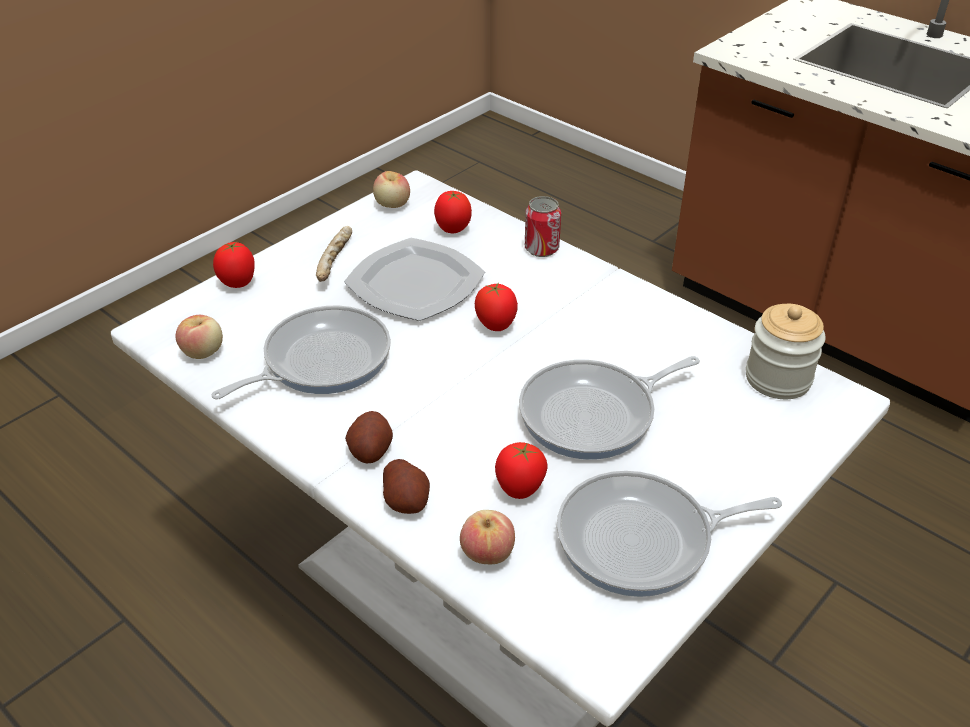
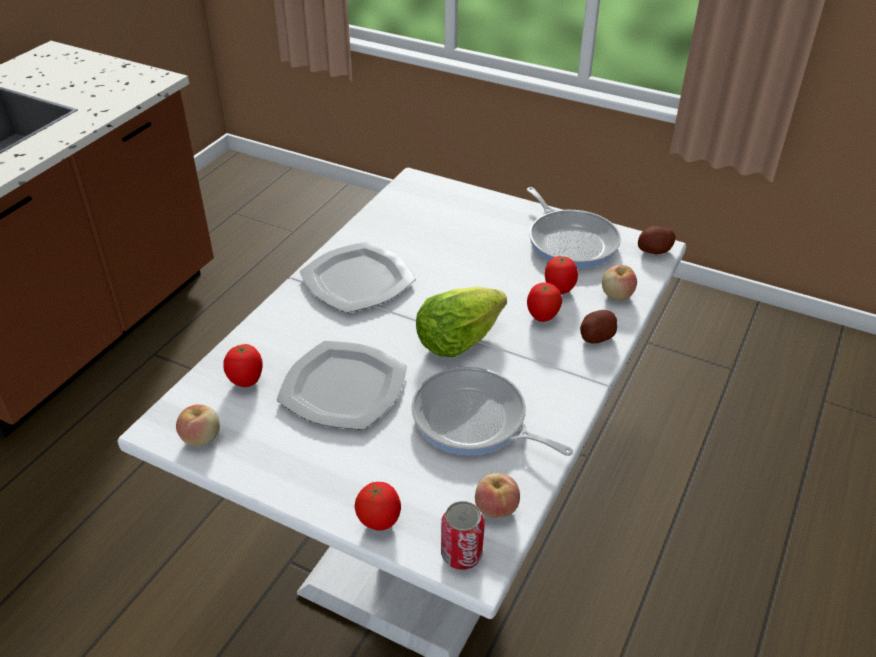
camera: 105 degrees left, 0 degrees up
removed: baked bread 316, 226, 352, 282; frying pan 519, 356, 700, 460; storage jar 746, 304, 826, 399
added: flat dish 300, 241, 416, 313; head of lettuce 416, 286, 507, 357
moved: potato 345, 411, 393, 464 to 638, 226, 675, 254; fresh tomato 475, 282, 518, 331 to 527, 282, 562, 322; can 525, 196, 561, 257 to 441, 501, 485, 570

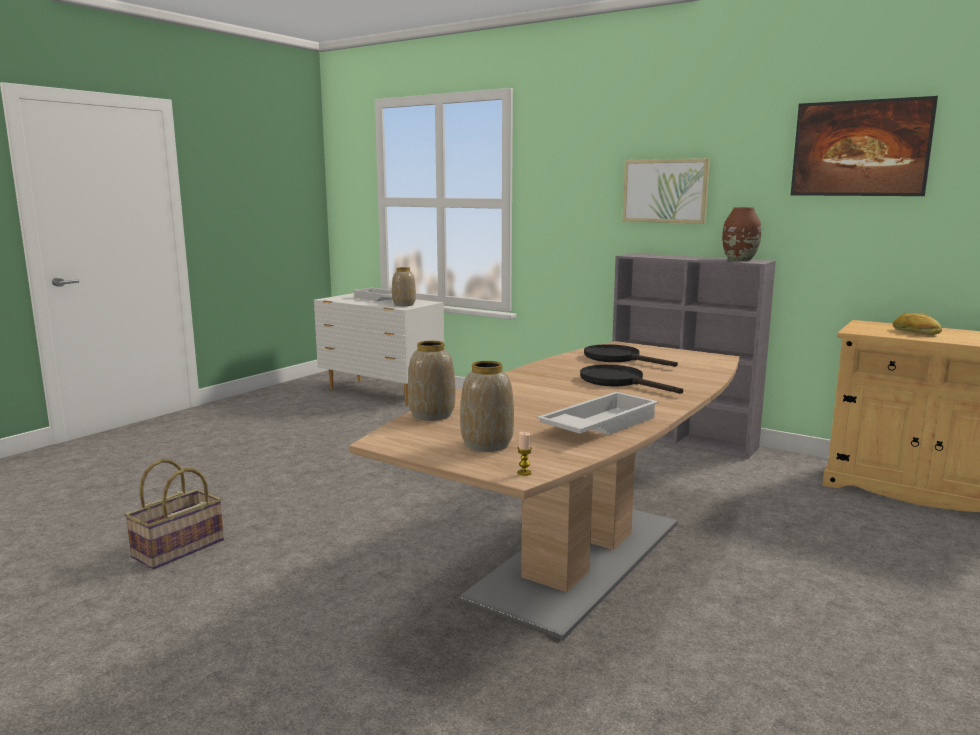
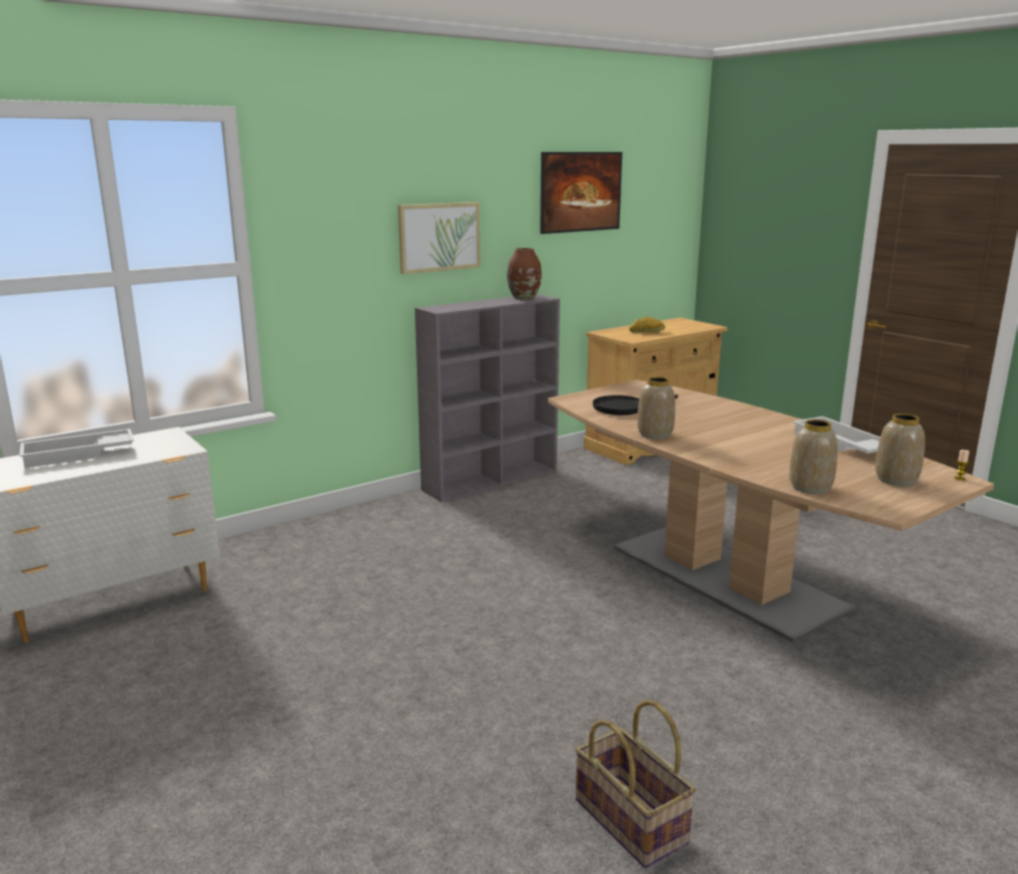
camera: 70 degrees left, 5 degrees up
removed: blackish frying pan 580, 365, 683, 394
moved: decorative vase 392, 267, 416, 306 to 637, 377, 675, 439

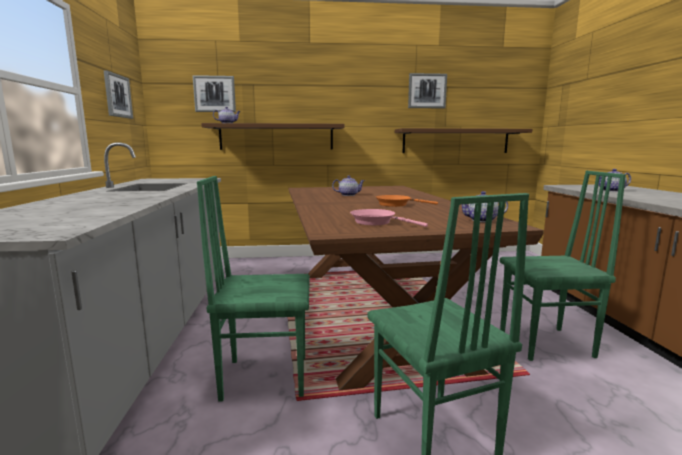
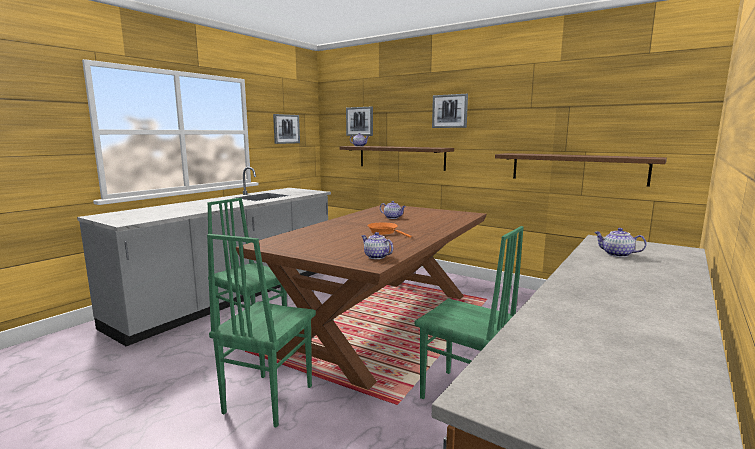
camera: 40 degrees right, 0 degrees up
removed: pink frying pan 350, 209, 428, 227
moved: picture 408, 73, 447, 108 to 432, 94, 468, 128

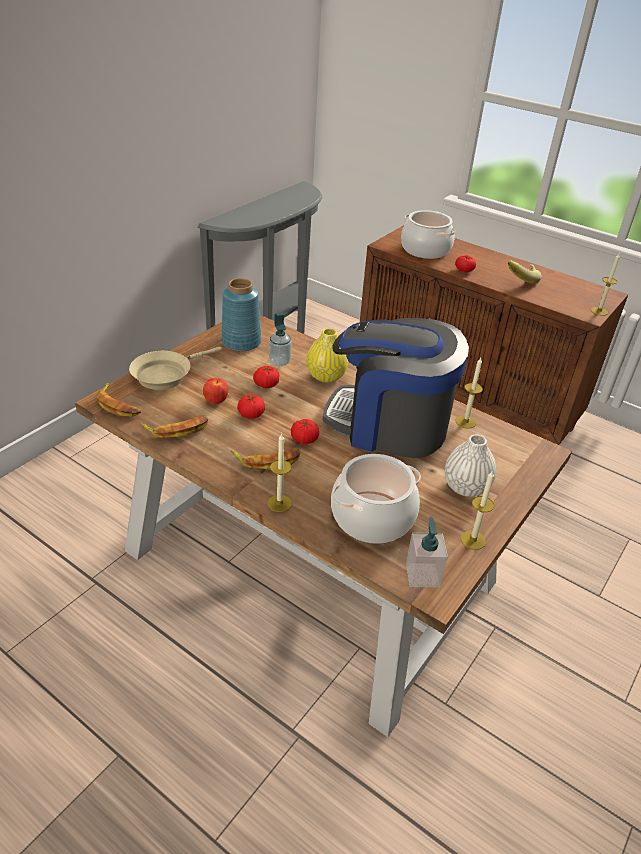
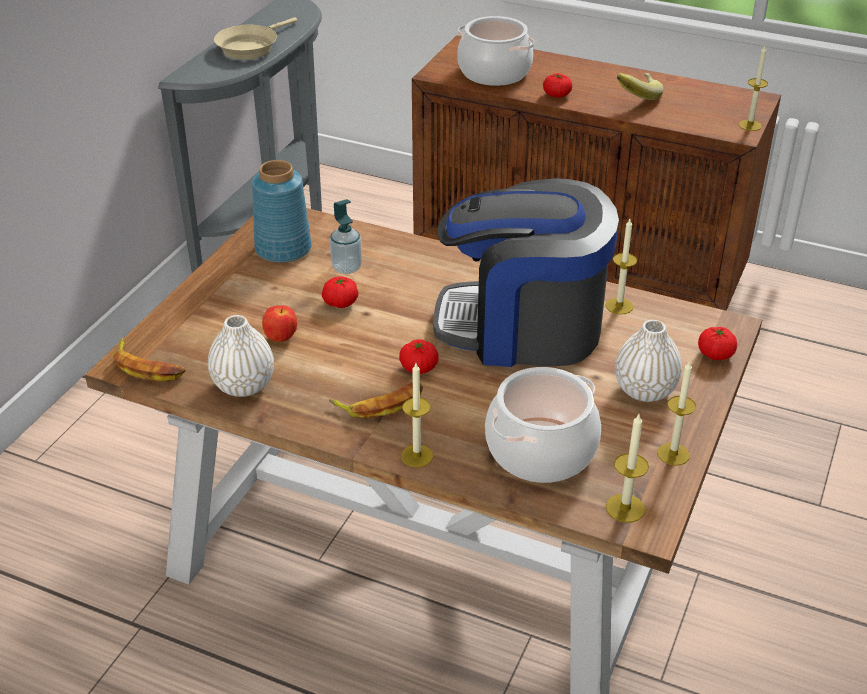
camera: 10 degrees left, 0 degrees up
removed: yellowish decorative vase 307, 328, 348, 383
moved: sand-coloured frying pan 129, 347, 222, 390 to 214, 17, 297, 60; fresh tomato 237, 395, 265, 419 to 698, 327, 737, 360
replaced: whole banana 140, 415, 208, 439 to white-coloured decorative vase 208, 315, 274, 397; liquid soap bottle 406, 517, 448, 587 to candle 606, 414, 649, 523

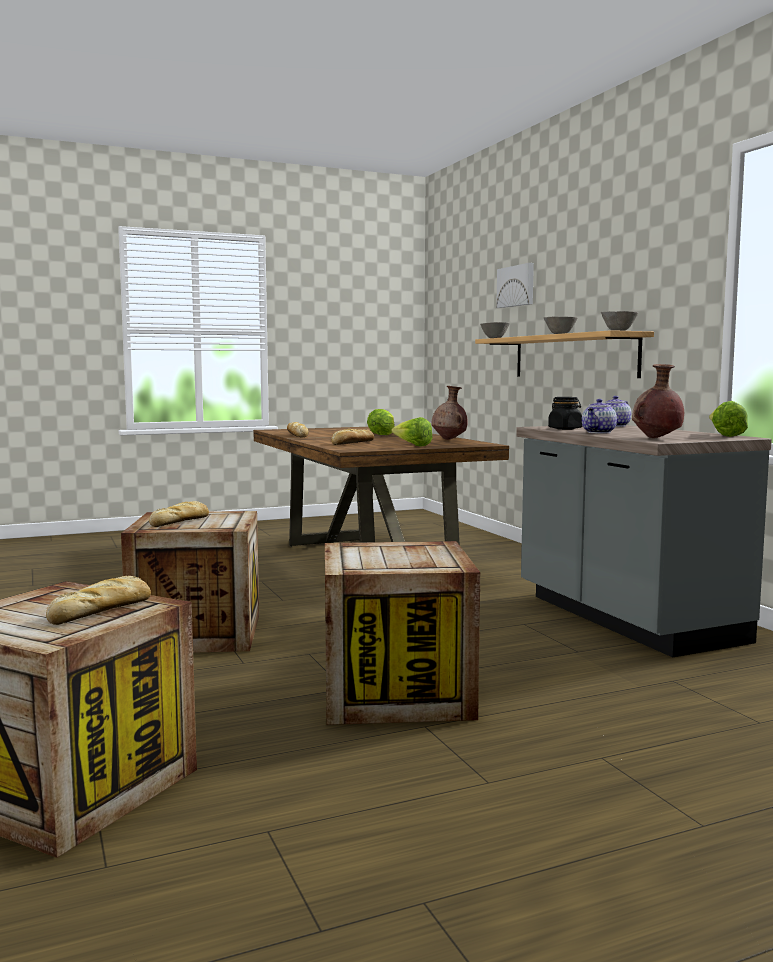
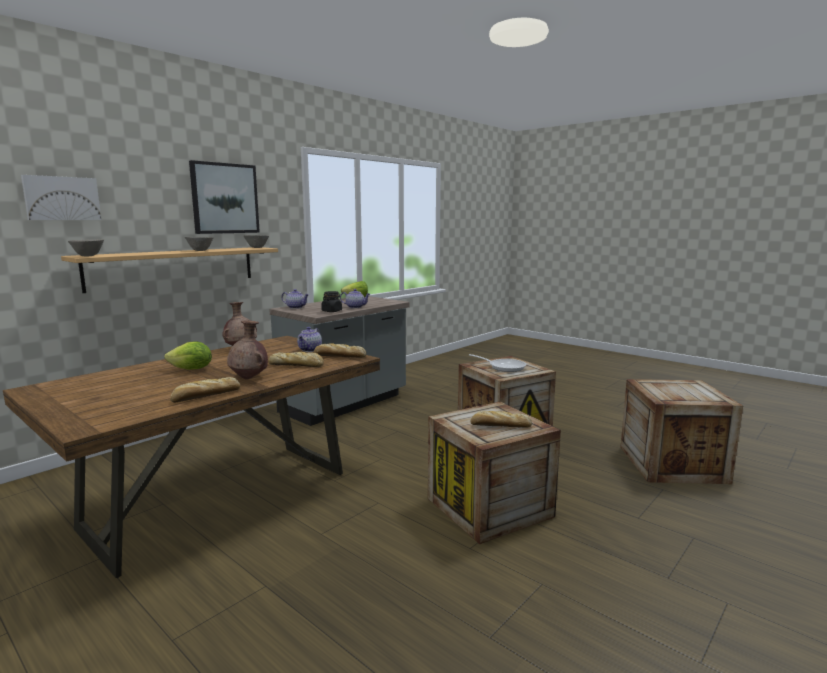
camera: 115 degrees left, 5 degrees up
added: picture 189, 160, 260, 234; frying pan 469, 354, 526, 372
moved: baked bread 46, 576, 151, 625 to 313, 343, 366, 358; brown-coloured decorative vase 632, 364, 684, 438 to 227, 321, 268, 379
replaced: head of lettuce 392, 417, 432, 447 to teapot 297, 327, 322, 352

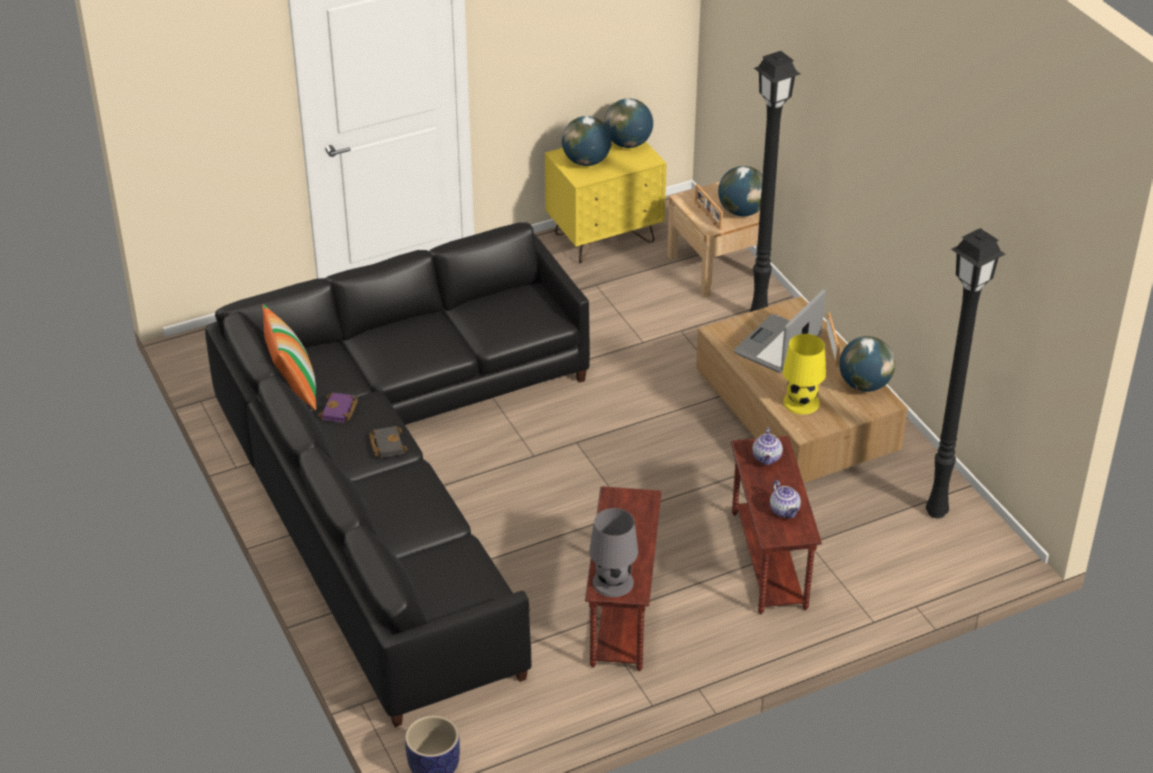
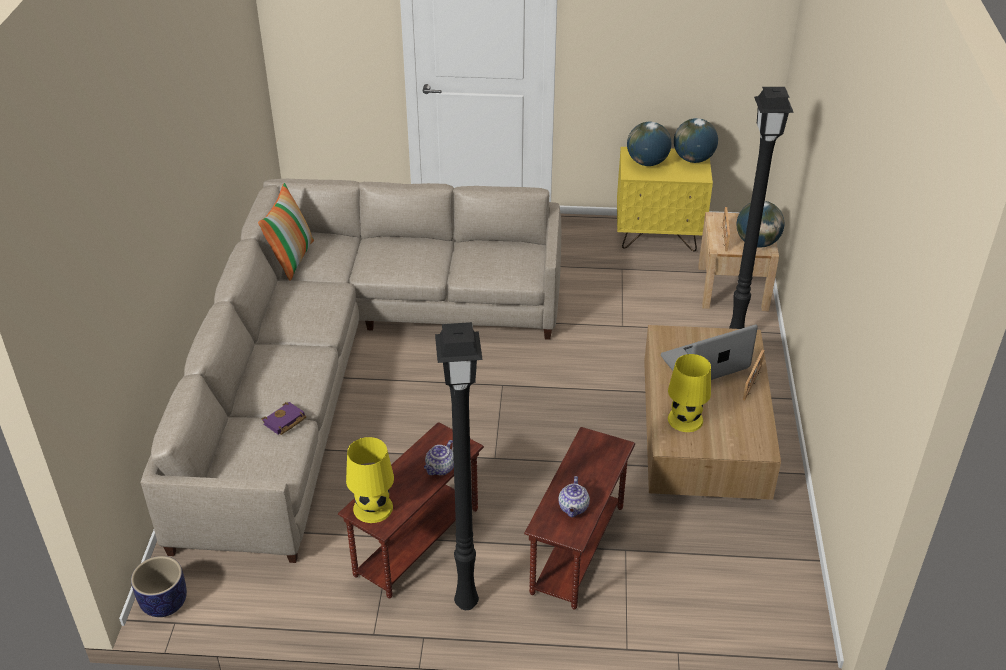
camera: 30 degrees right, 0 degrees up
removed: blackish volume 369, 426, 408, 458; desk globe 839, 336, 895, 392
moved: purplish volume 318, 393, 358, 423 to 262, 402, 306, 435; teapot 752, 427, 783, 465 to 424, 440, 454, 475; blackish standard lamp 926, 228, 1005, 518 to 435, 322, 483, 610
recoloured: blackish settee 205, 222, 590, 727 to sand-coloured settee 141, 179, 561, 563; greyish table lamp 589, 508, 638, 597 to yellowish table lamp 346, 437, 394, 523

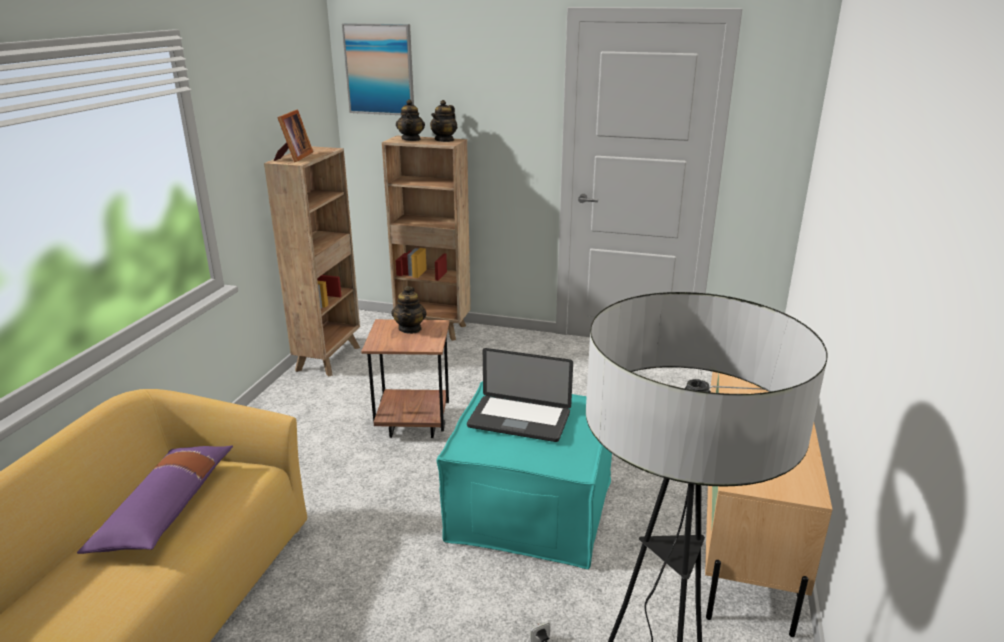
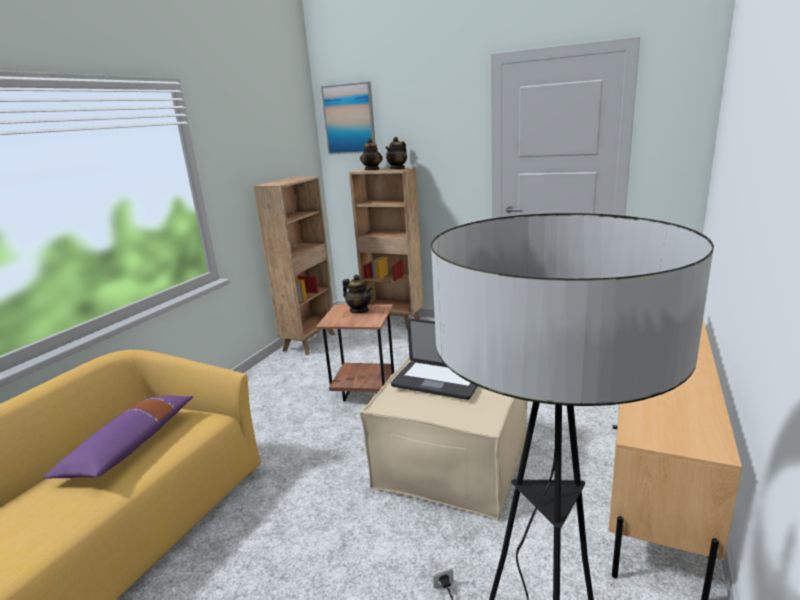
camera: 10 degrees right, 5 degrees down
removed: photo frame 274, 109, 313, 162
recoloured: blue-green ottoman 436, 381, 612, 569 to sand-coloured ottoman 360, 357, 527, 520
turned: teapot 391, 286, 427, 334 = 342, 274, 372, 313 60 degrees counterclockwise

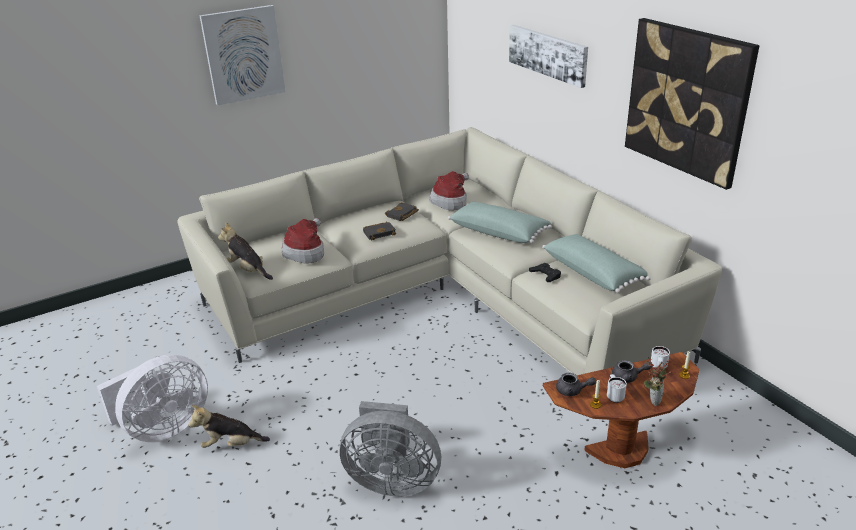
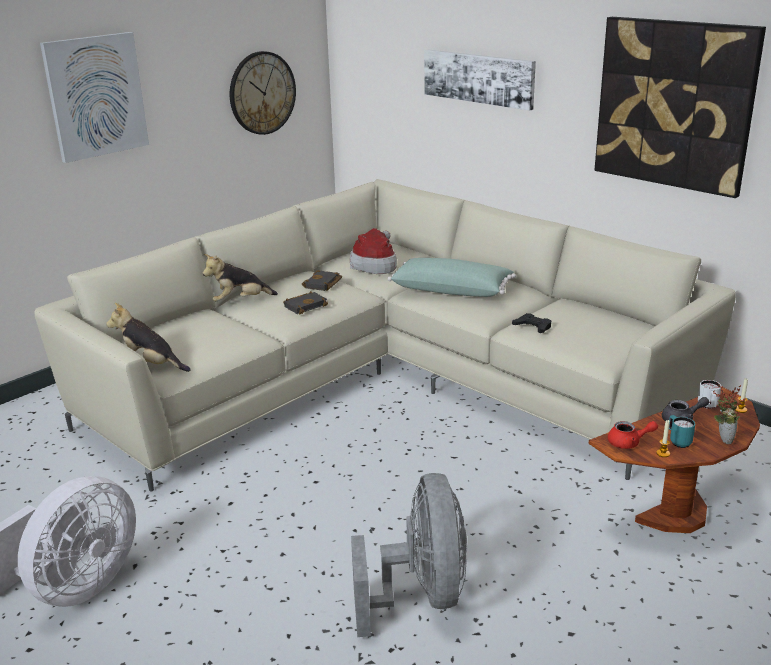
camera: 15 degrees left, 5 degrees down
removed: hat 282, 218, 324, 264; green-coloured cushion 542, 234, 651, 293
added: wall clock 230, 51, 296, 135
moved: cuddly toy 188, 405, 270, 448 to 203, 254, 278, 301
recoloured: greyish teapot 556, 373, 596, 396 to red teapot 608, 421, 658, 449; white-coloured mug 607, 374, 627, 403 to blue-green mug 669, 415, 695, 448
turned: greyish electric fan 340, 401, 441, 496 = 351, 473, 467, 637 90 degrees counterclockwise

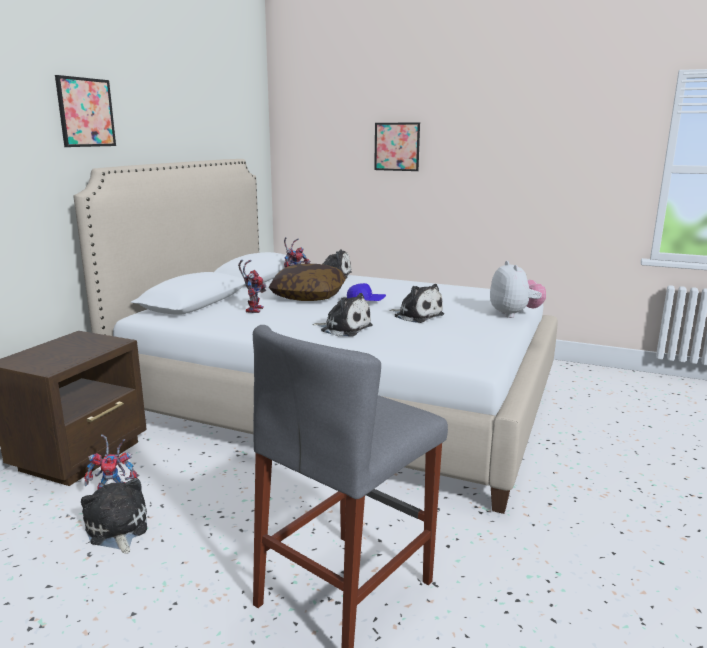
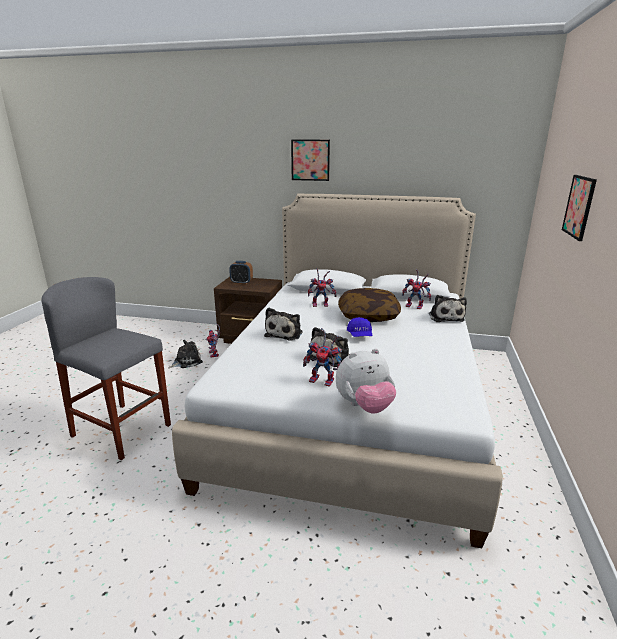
camera: 80 degrees right, 5 degrees up
added: table clock 229, 261, 253, 284; toy robot 303, 328, 342, 387

